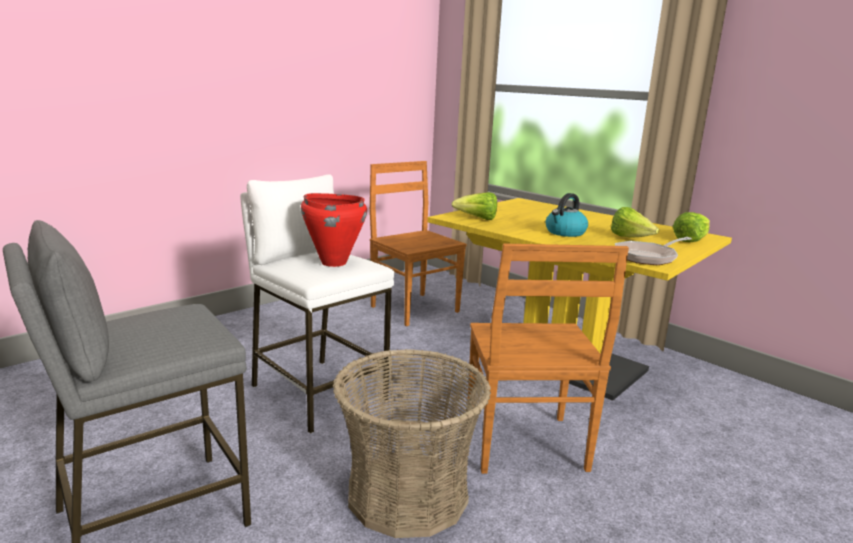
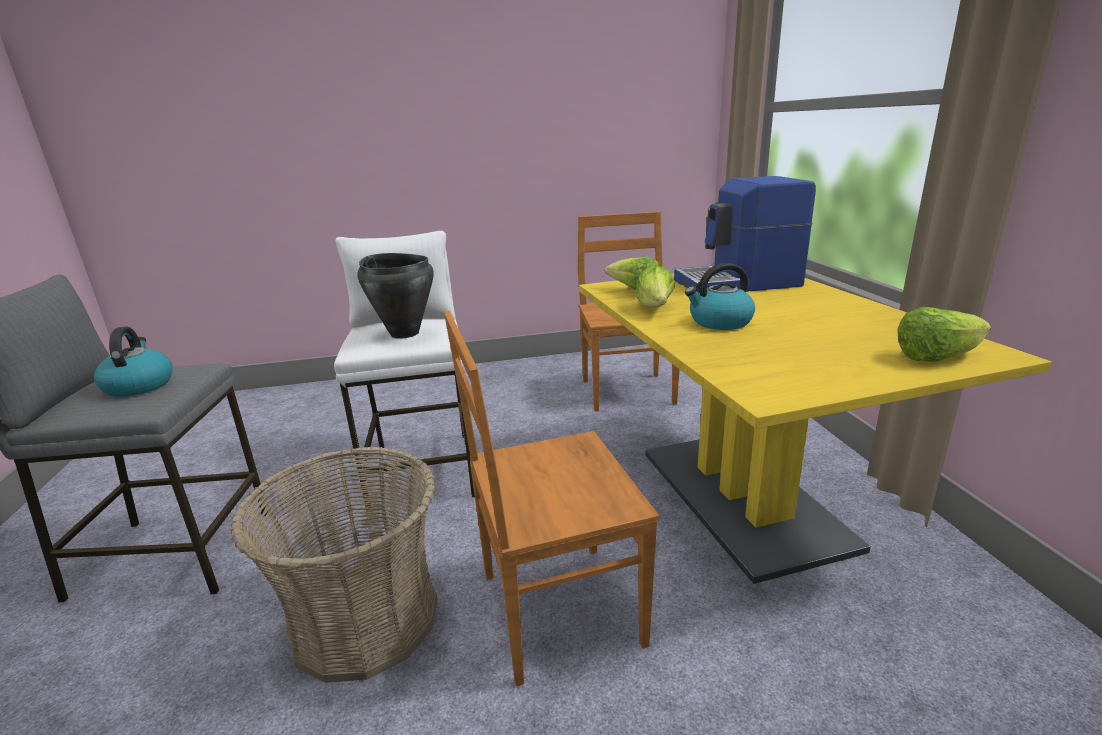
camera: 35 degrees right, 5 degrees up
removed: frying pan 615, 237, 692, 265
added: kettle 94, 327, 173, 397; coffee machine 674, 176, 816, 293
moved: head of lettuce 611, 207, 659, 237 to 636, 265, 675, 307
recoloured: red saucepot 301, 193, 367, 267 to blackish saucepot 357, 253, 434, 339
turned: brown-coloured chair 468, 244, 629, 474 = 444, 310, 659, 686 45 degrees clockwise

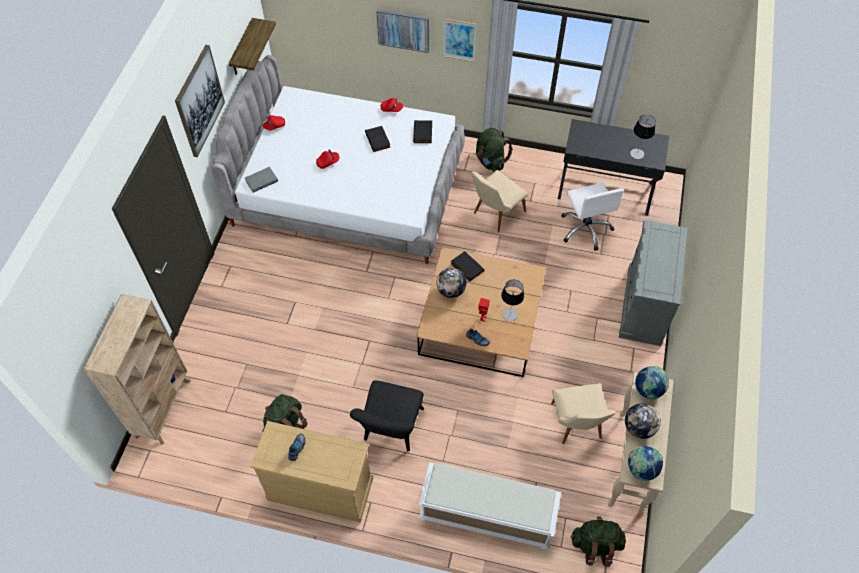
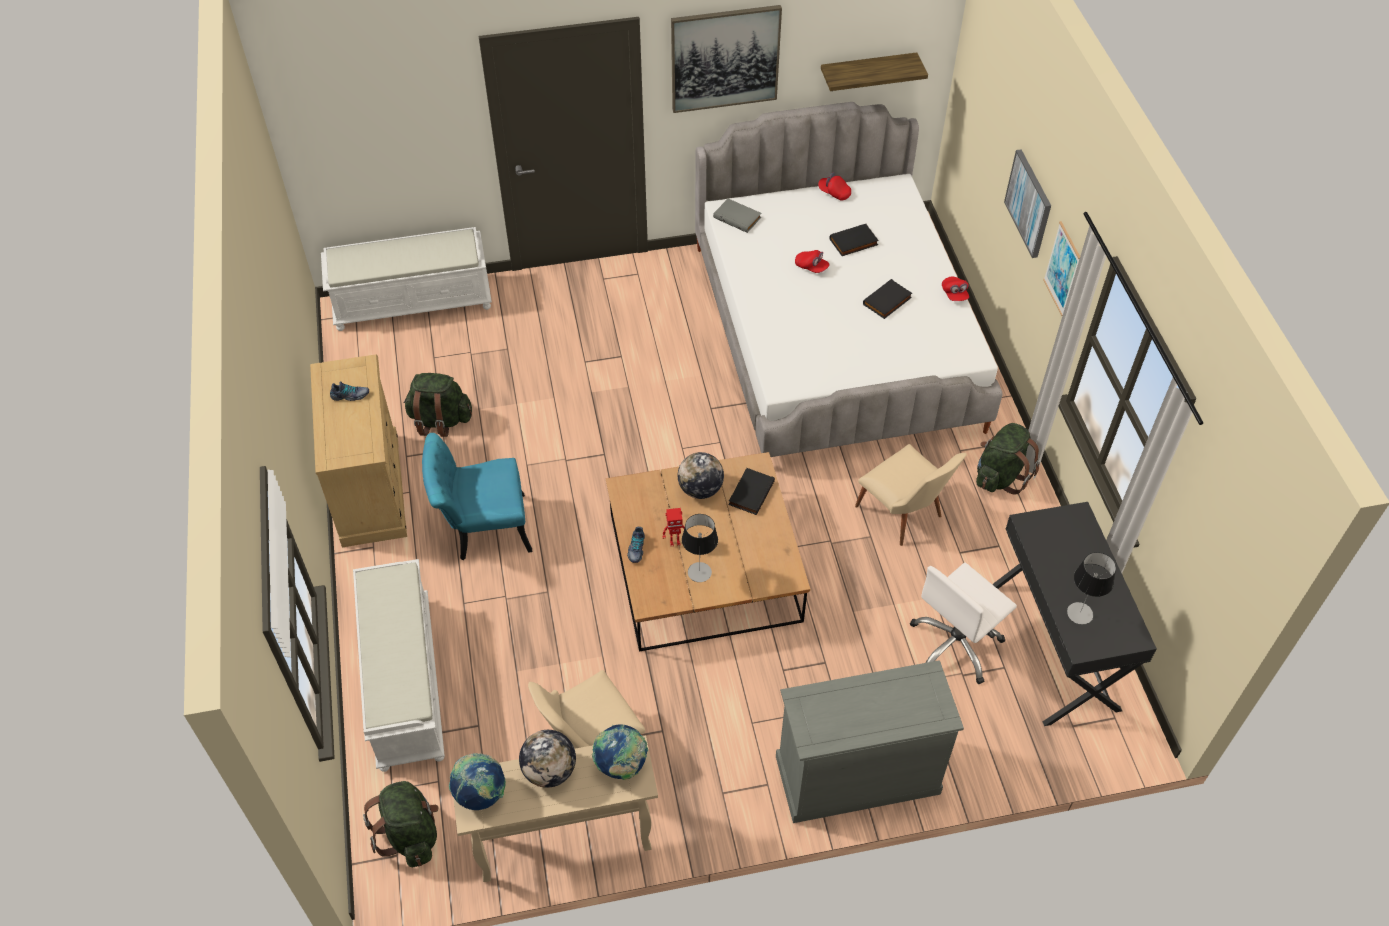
camera: 65 degrees right, 5 degrees down
moved: blackish volume 413, 120, 432, 143 to 830, 224, 879, 256
replaced: sand-coloured bookshelf 84, 294, 191, 445 to white-coloured long seat 321, 227, 492, 331
recoloured: blackish chair 350, 380, 424, 452 to blue-green chair 422, 433, 532, 560
turned: sand-coloured chair 471, 170, 528, 232 = 855, 444, 967, 546 150 degrees counterclockwise

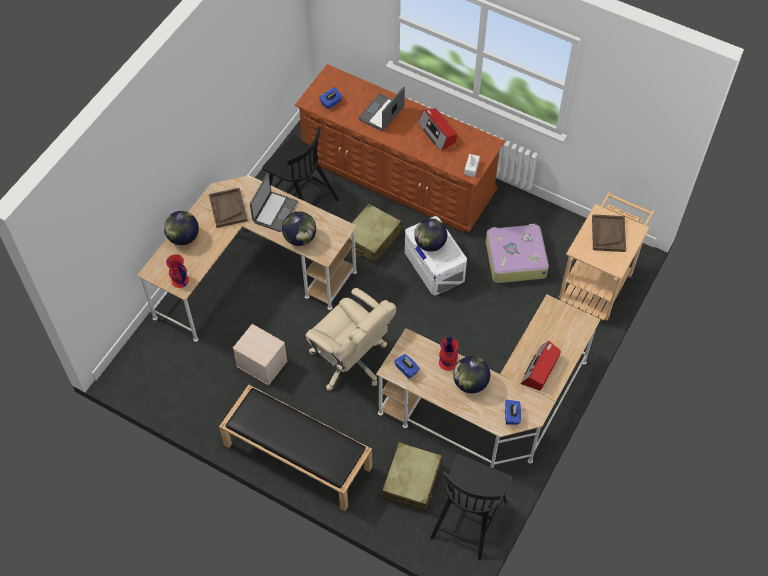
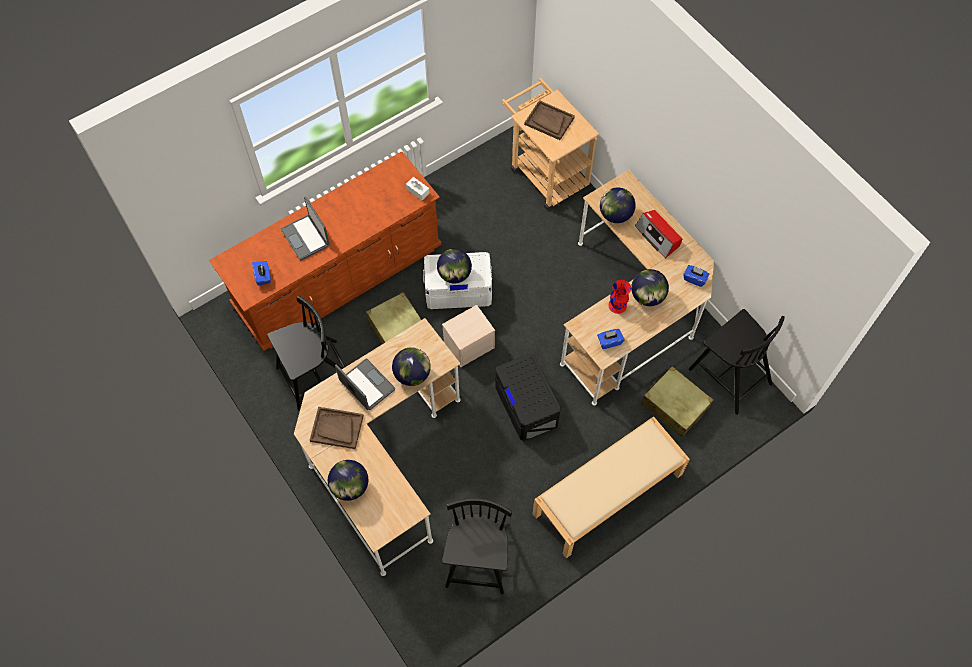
camera: 65 degrees left, 5 degrees up
removed: red decorative vase 166, 254, 189, 288; radio 418, 108, 457, 151; travel case 486, 224, 549, 283
added: blackish chair 442, 498, 512, 594; desk globe 600, 188, 636, 223
moved: sand-coloured storage bin 232, 324, 287, 386 to 442, 305, 495, 367
replaced: sand-coloured desk chair 306, 288, 396, 391 to blackish storage bin 495, 353, 561, 441
recoloured: blackish long seat 219, 385, 372, 511 to sand-coloured long seat 533, 416, 690, 558

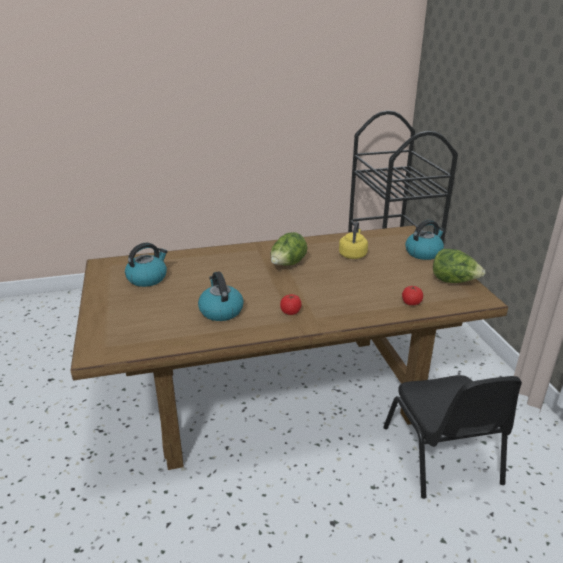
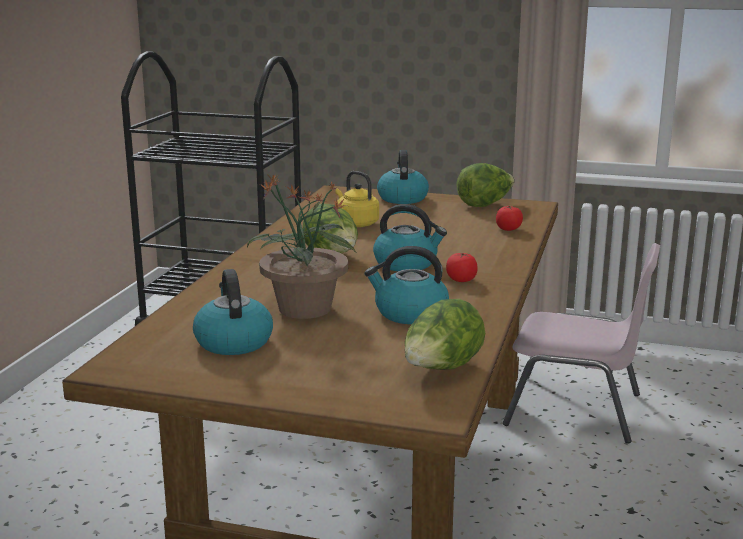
camera: 60 degrees left, 10 degrees down
added: plant in a pot 247, 174, 357, 319; kettle 373, 204, 447, 271; head of lettuce 405, 299, 485, 370
recoloured: blackish chair 383, 375, 522, 499 to pink chair 503, 243, 660, 444

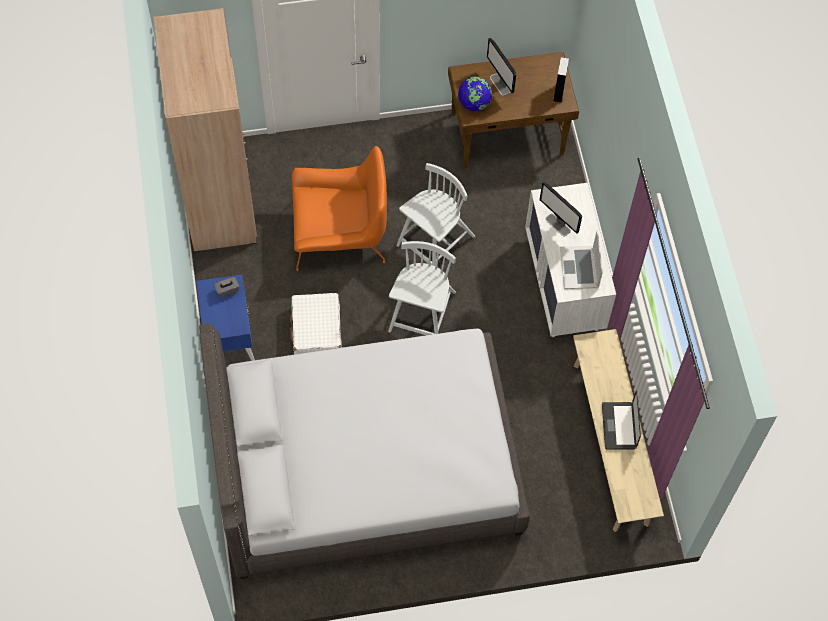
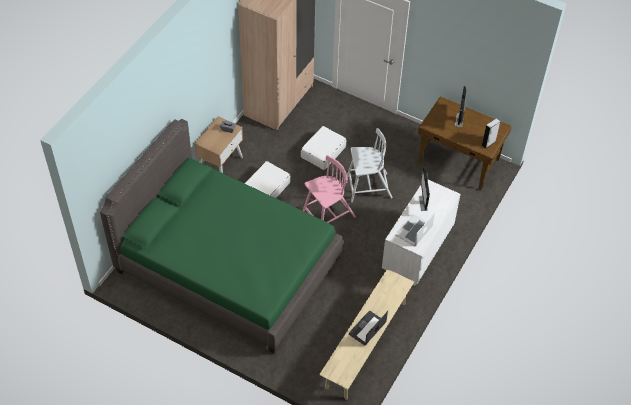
camera: 40 degrees right, 10 degrees down
removed: desk globe 458, 77, 492, 111
replaced: orange-coloured armchair 292, 146, 387, 271 to white-coloured travel case 301, 126, 347, 170
recoloured: bluish night table 196, 275, 255, 361 to sand-coloured night table 195, 116, 243, 173; greyish sleeping bed 199, 323, 530, 579 to green-coloured sleeping bed 100, 119, 343, 354; white-coloured chair 388, 241, 456, 335 to pink chair 303, 155, 356, 223

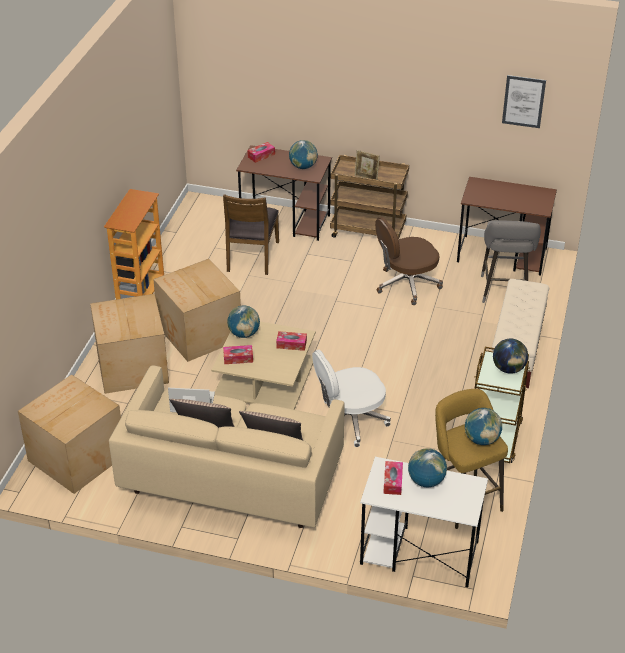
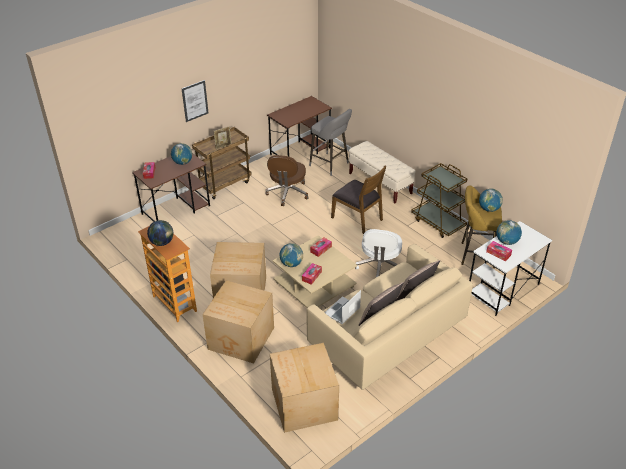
camera: 55 degrees left, 0 degrees up
moved: brown-coloured chair 223, 194, 279, 275 to 331, 166, 386, 234; desk globe 493, 338, 528, 374 to 147, 220, 173, 246; picture 502, 75, 546, 128 to 182, 80, 209, 122

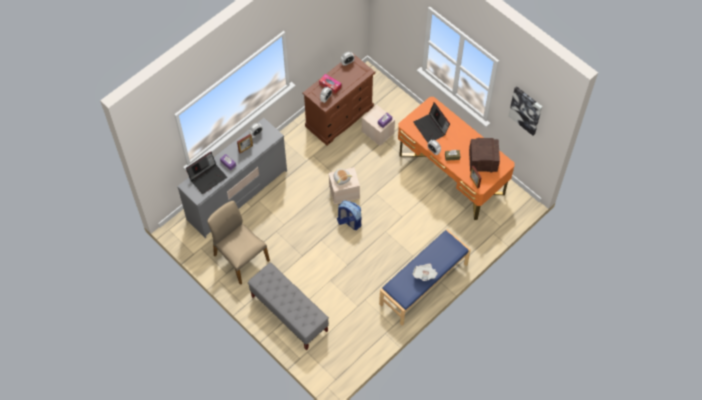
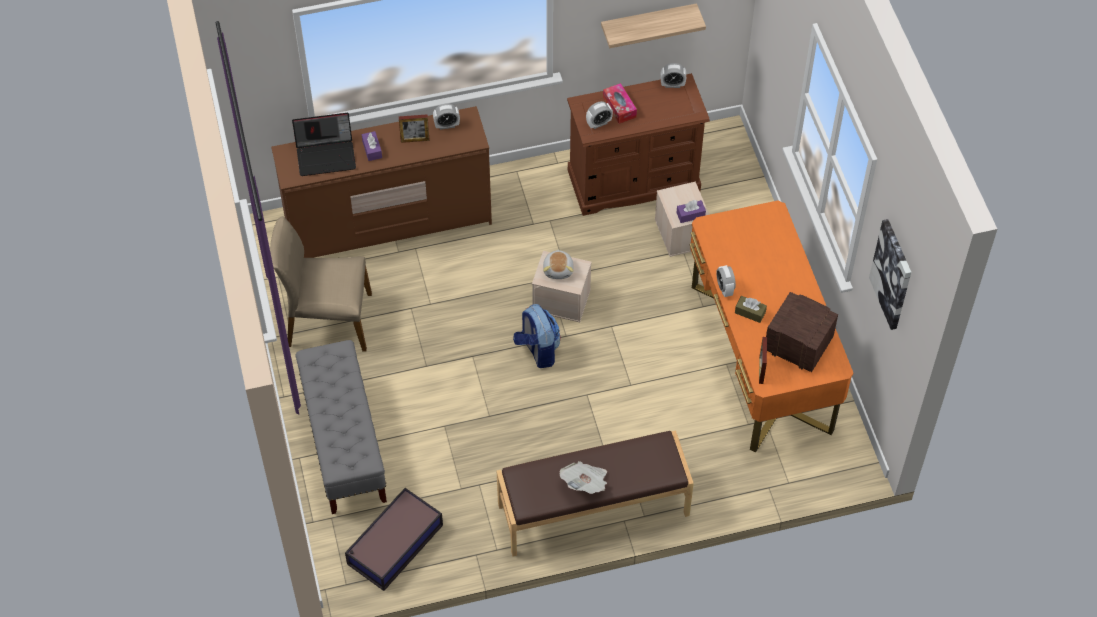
camera: 30 degrees right, 5 degrees down
removed: portable computer 413, 102, 450, 143
added: storage bin 345, 488, 443, 591; shelf 601, 3, 706, 48
recoloured: greyish chest of drawers 177, 118, 287, 238 to brown-coloured chest of drawers 271, 106, 492, 258; bluish long seat 379, 229, 471, 326 to brown-coloured long seat 497, 431, 694, 557
turned: sand-coloured chair 207, 201, 270, 285 = 270, 216, 372, 351 75 degrees counterclockwise

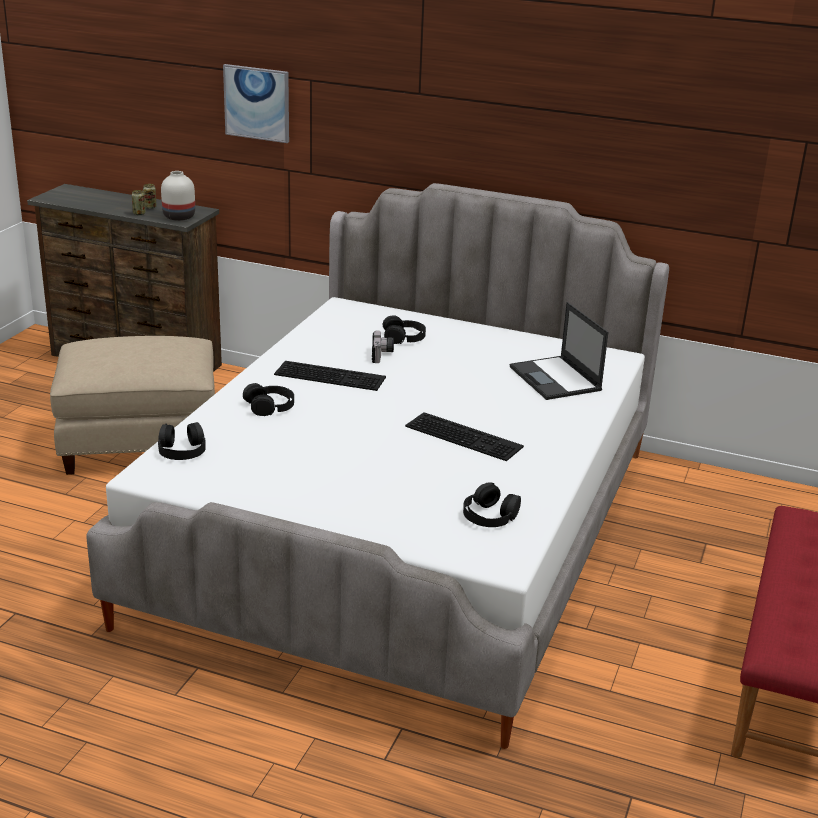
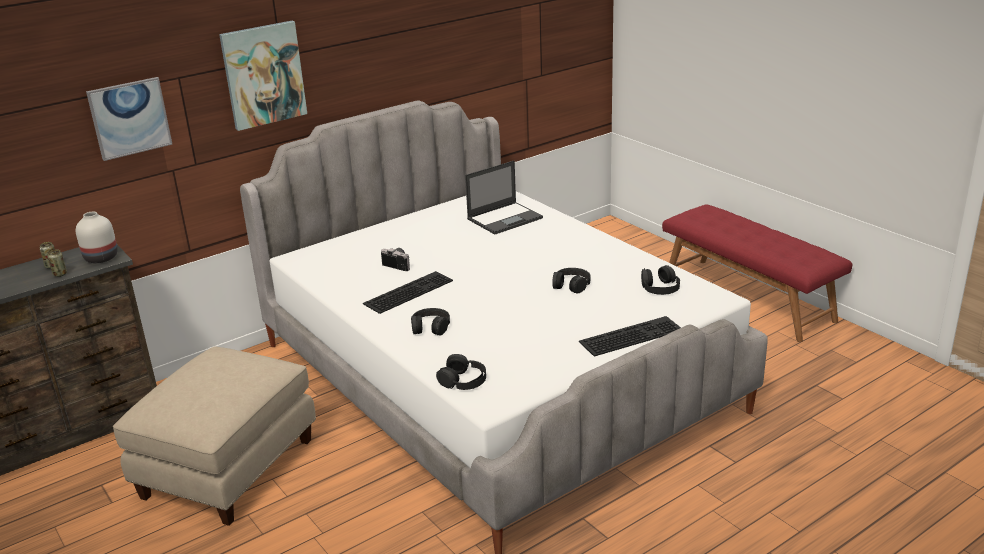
camera: 55 degrees left, 0 degrees up
added: picture 219, 21, 307, 131
moved: blackish headphones 383, 316, 426, 344 to 552, 268, 591, 294; computer keyboard 405, 412, 524, 461 to 579, 316, 681, 357
turned: portable computer 510, 302, 608, 400 = 465, 160, 543, 234 45 degrees counterclockwise

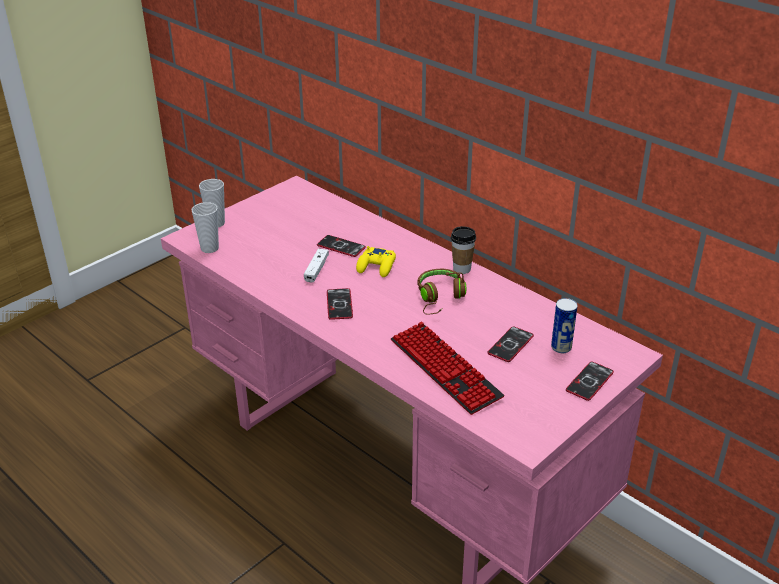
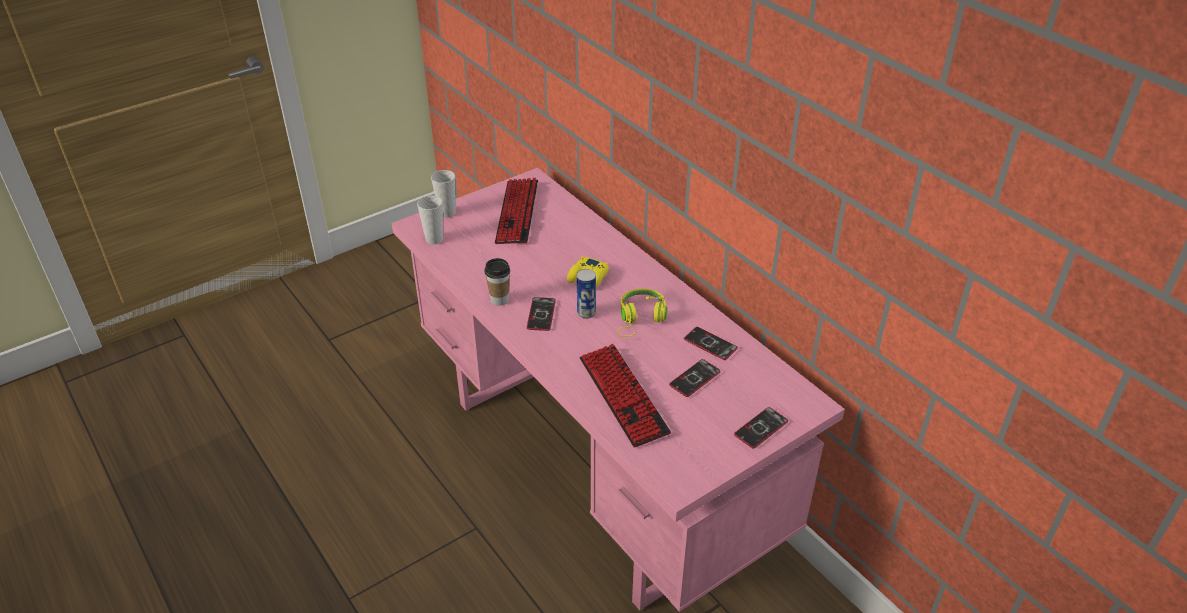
camera: 10 degrees right, 5 degrees up
removed: white-coloured game controller 304, 249, 329, 283
added: computer keyboard 495, 178, 538, 244
moved: telephone 317, 235, 366, 257 to 684, 327, 738, 360; cup 451, 226, 476, 274 to 484, 258, 510, 306; can 551, 298, 578, 353 to 577, 269, 596, 319
recoloured: brown-coloured headphones 417, 269, 466, 315 to yellowish headphones 617, 289, 667, 337

